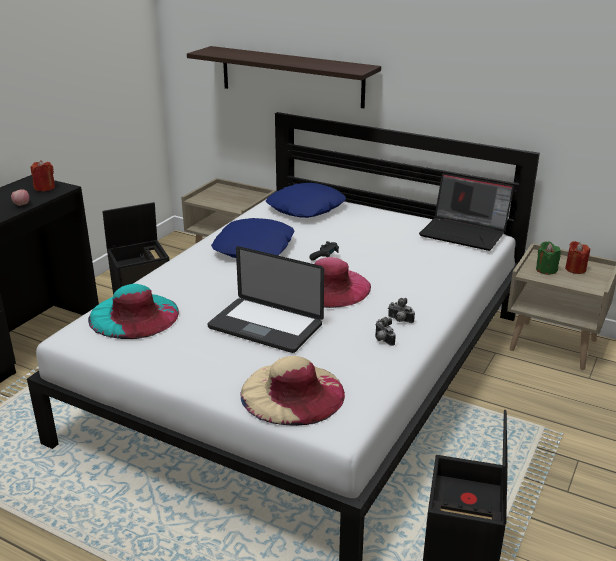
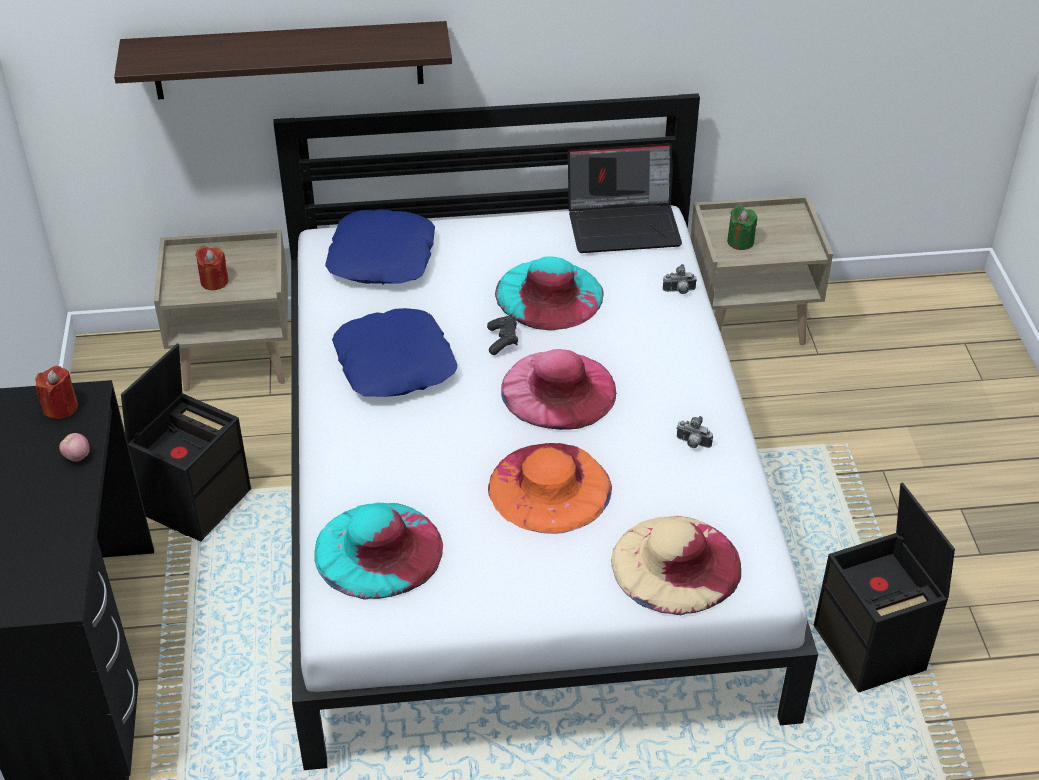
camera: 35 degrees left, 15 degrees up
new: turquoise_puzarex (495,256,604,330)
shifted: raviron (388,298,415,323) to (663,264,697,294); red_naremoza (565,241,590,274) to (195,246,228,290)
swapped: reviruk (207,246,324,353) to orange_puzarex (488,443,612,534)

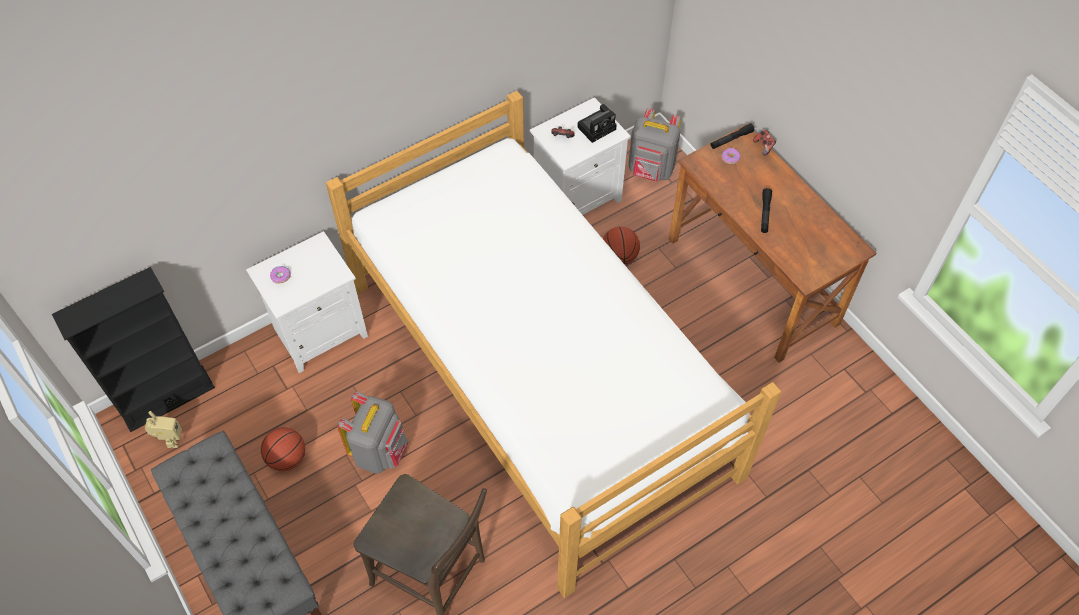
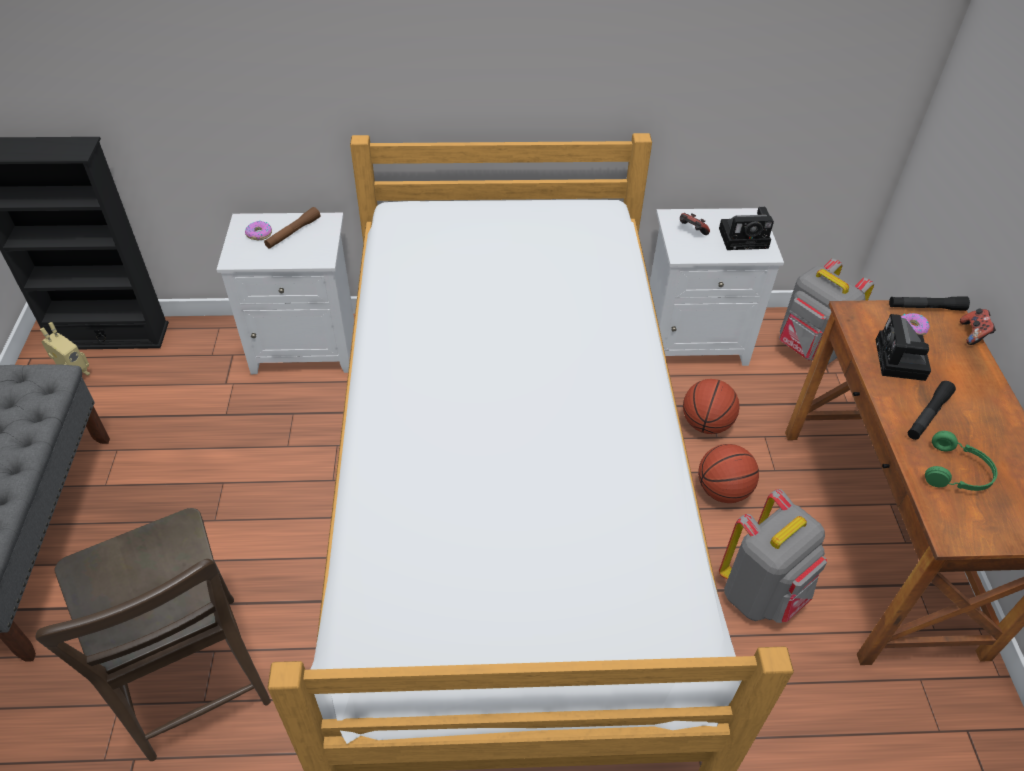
camera: 30 degrees right, 10 degrees down
new: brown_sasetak (264,207,320,249); raviron (876,314,931,381); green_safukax (925,431,997,491)
shifted: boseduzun (261,427,305,471) to (698,444,759,503); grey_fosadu (338,392,408,474) to (719,489,827,623)

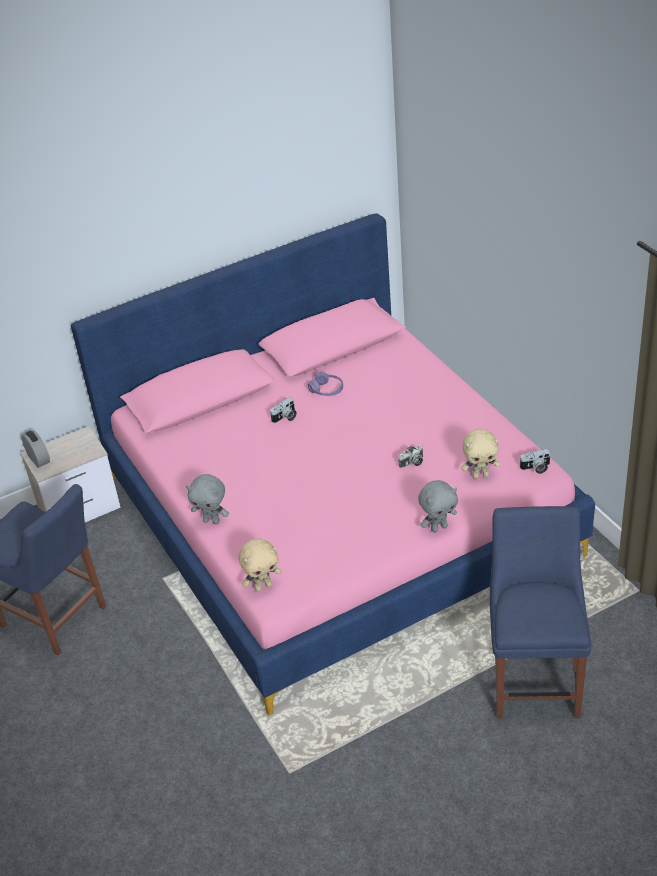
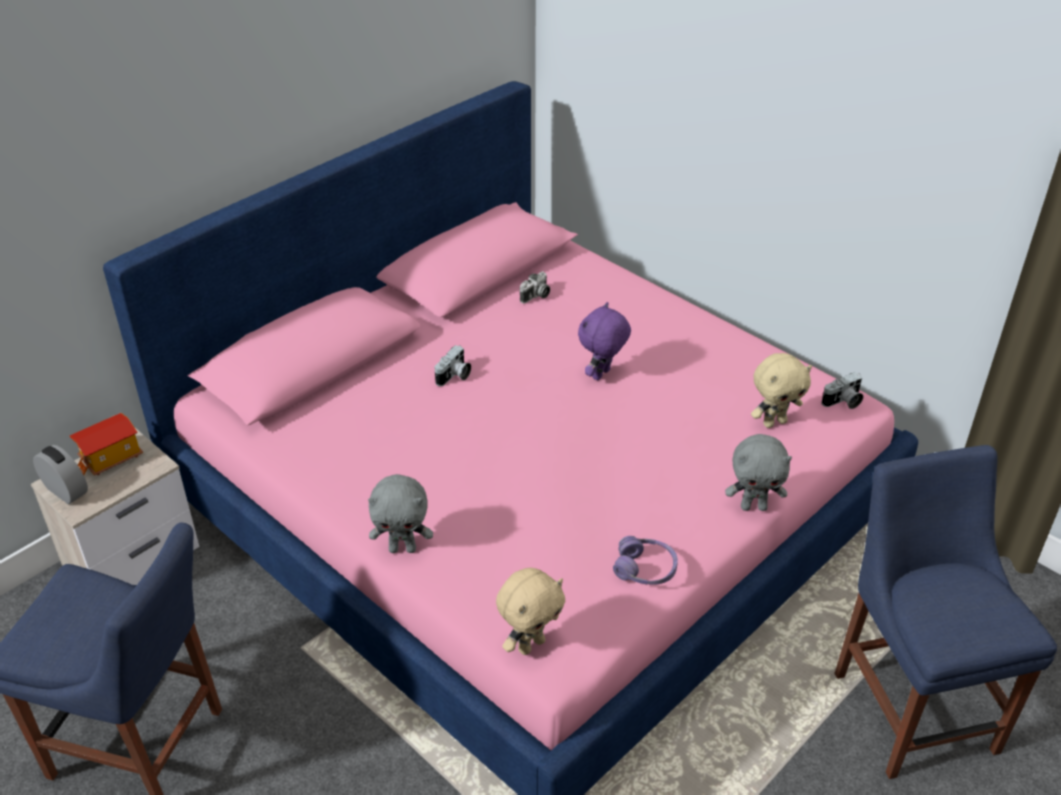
camera: 20 degrees left, 0 degrees up
new: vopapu (70,413,143,475); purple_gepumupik (578,302,631,381)
shifted: purple_safukax (308,371,343,396) to (613,536,678,585); raviron (398,445,423,468) to (520,271,550,303)
rotated: grey_gepumupik (418,480,458,533) = (725,434,792,511) 45 degrees clockwise

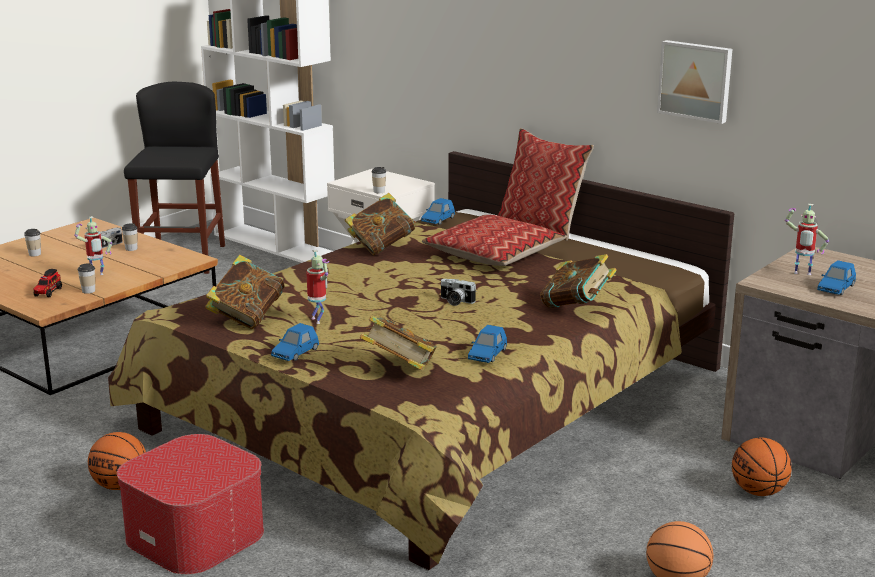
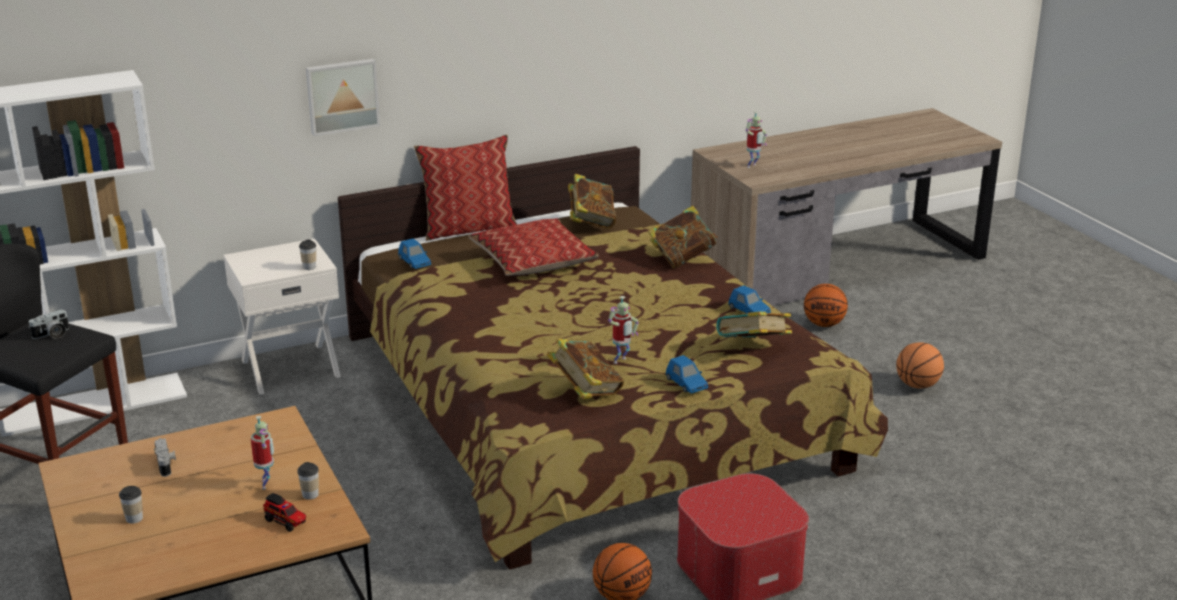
camera: 65 degrees left, 5 degrees up
gone: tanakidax (122,223,138,251); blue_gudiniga (817,260,856,295)
shifted: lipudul (345,193,417,255) to (568,174,616,229); raviron (440,279,476,306) to (28,309,69,339); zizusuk (657,40,732,124) to (306,59,380,136)
rotated: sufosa (306,249,329,324) = (608,296,639,364) 135 degrees clockwise

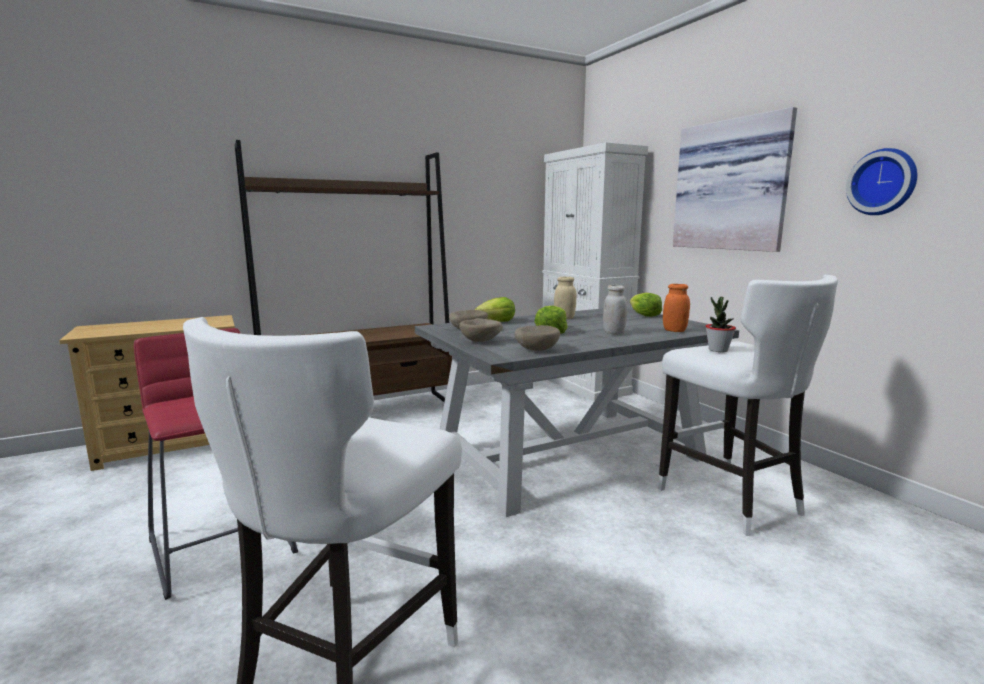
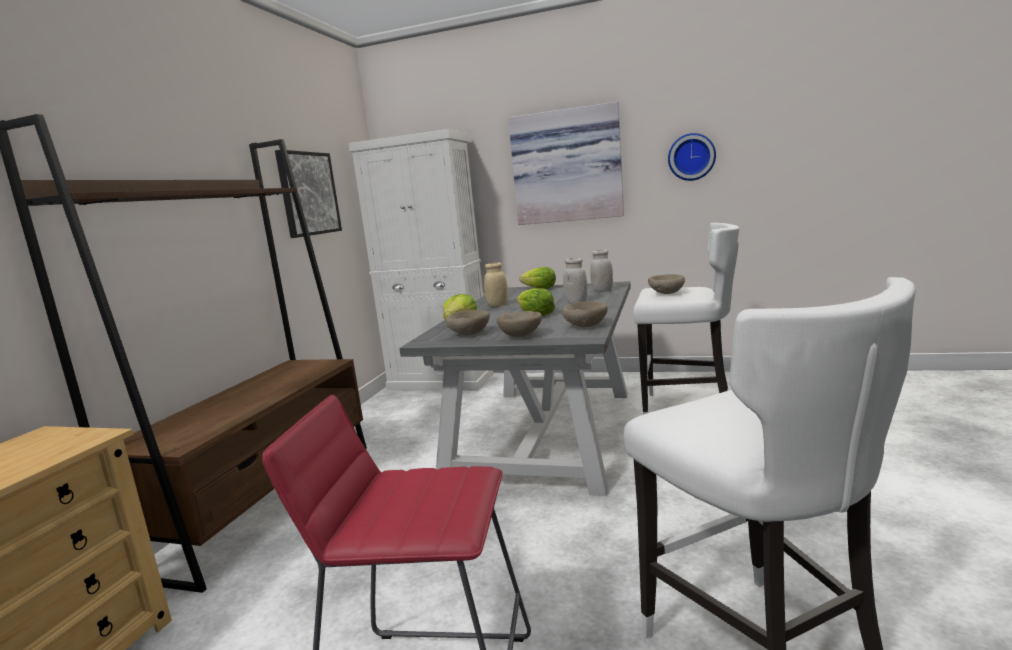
camera: 45 degrees left, 0 degrees up
new: zizusuk (275,150,342,238)
swapped: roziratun (705,297,736,352) to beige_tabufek (648,274,685,294)
repainted: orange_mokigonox (663,284,690,332) to white_mokigonox (590,249,613,292)

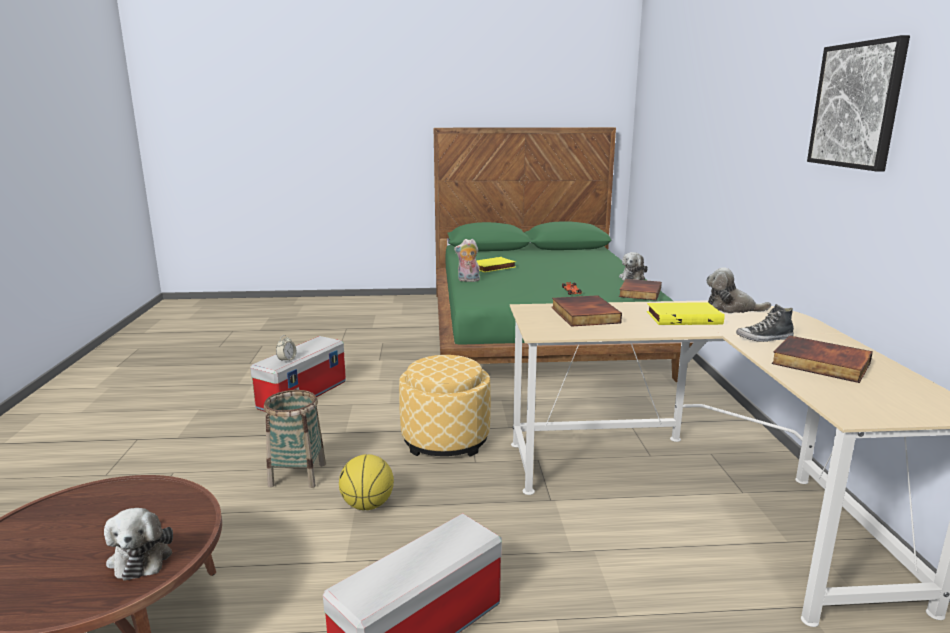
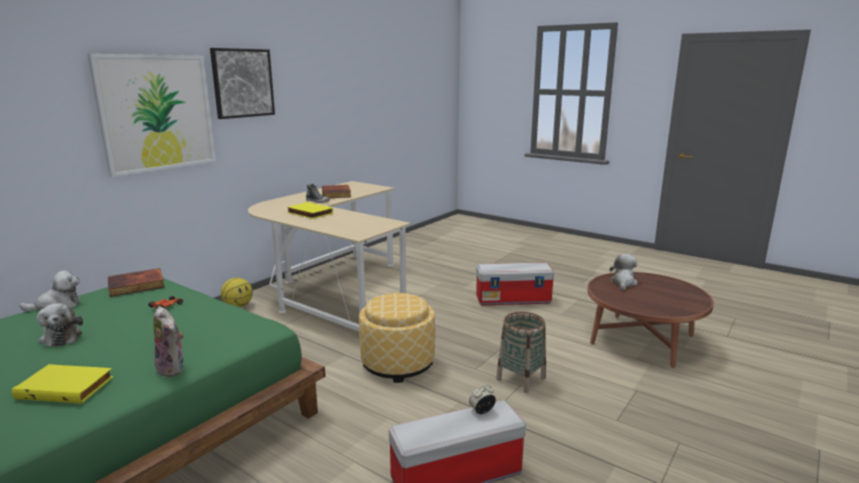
camera: 140 degrees left, 0 degrees up
gone: lipudul (552,295,622,327)
new: zizusuk (87,54,216,177)
shifted: boseduzun (339,454,394,510) to (220,278,253,307); gepumupik (706,267,771,313) to (37,303,83,347)

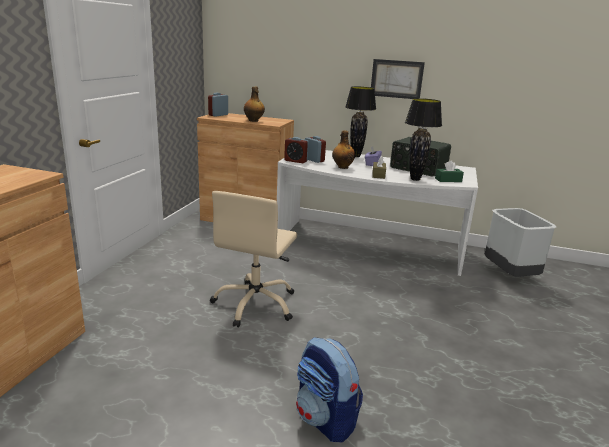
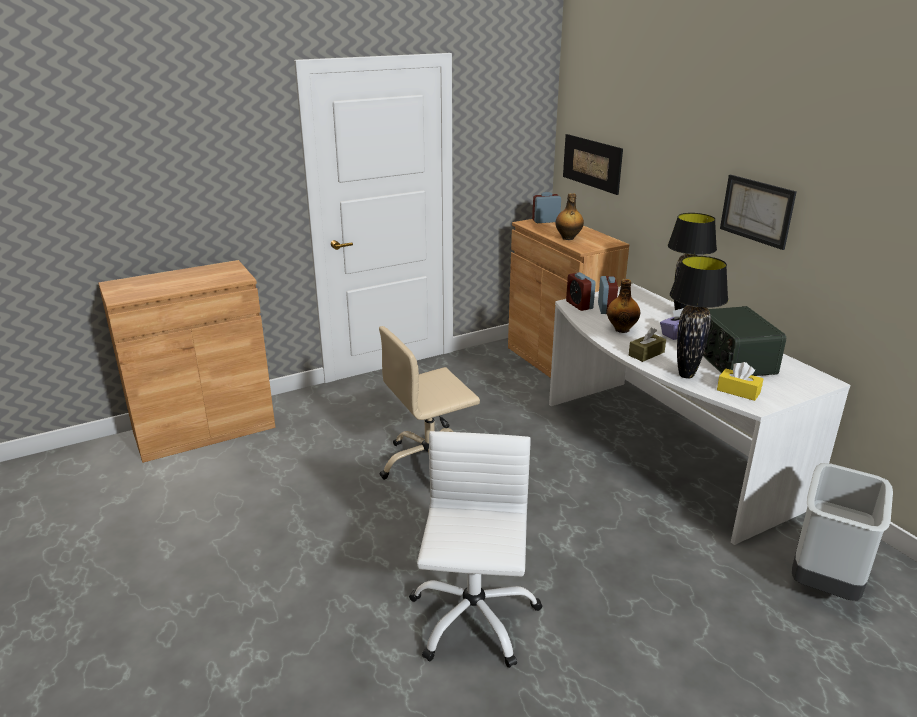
camera: 45 degrees right, 5 degrees up
gone: fosadu (296,337,363,442)
new: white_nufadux (409,431,542,668); zizusuk (563,134,623,195)
repainted: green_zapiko (435,160,464,182) to yellow_zapiko (717,362,763,401)

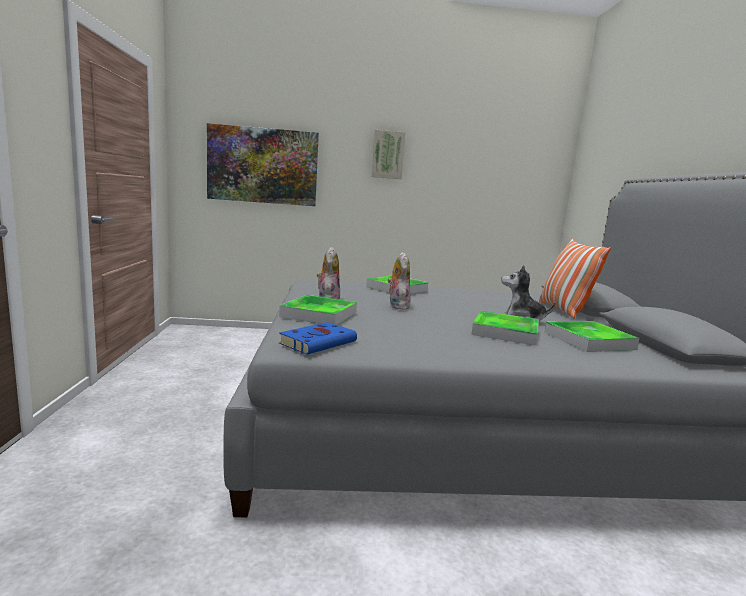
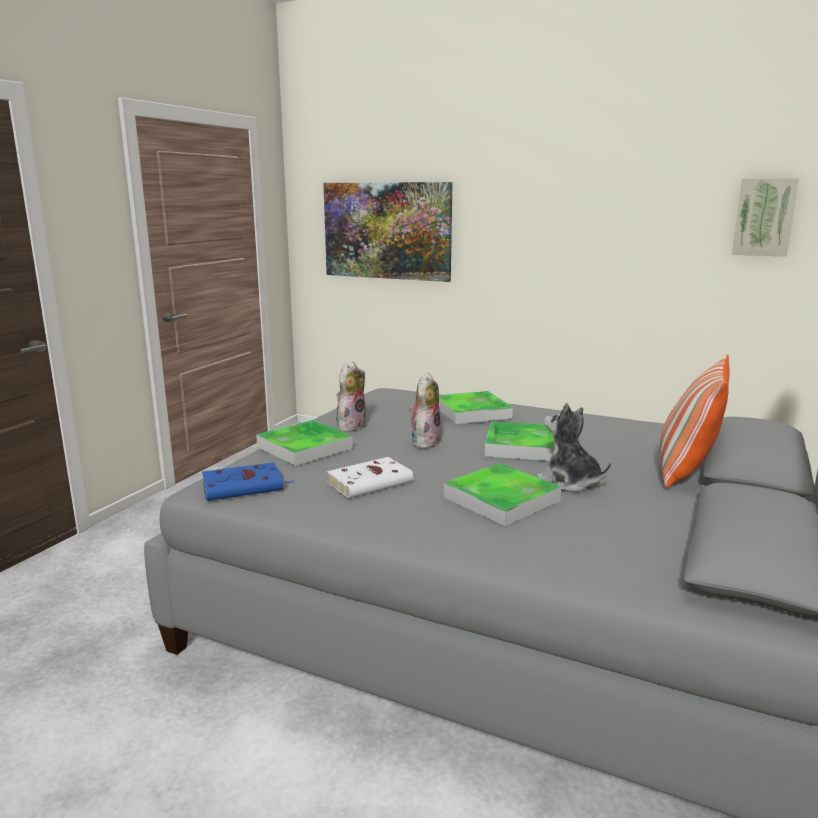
camera: 30 degrees right, 5 degrees up
new: white_lipudul (327,457,415,498)
shifted: zizusuk (371,130,406,179) to (732,178,799,257); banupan (545,321,639,352) to (485,421,554,461)

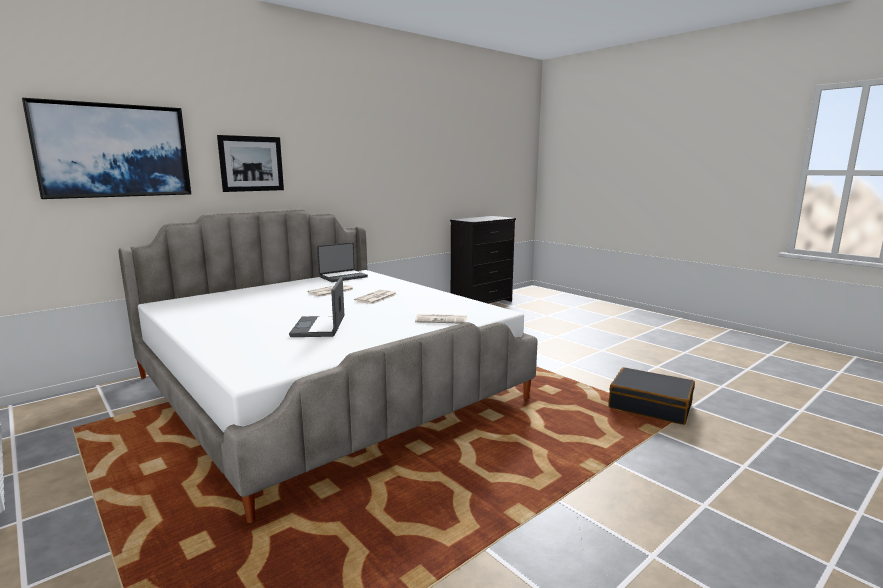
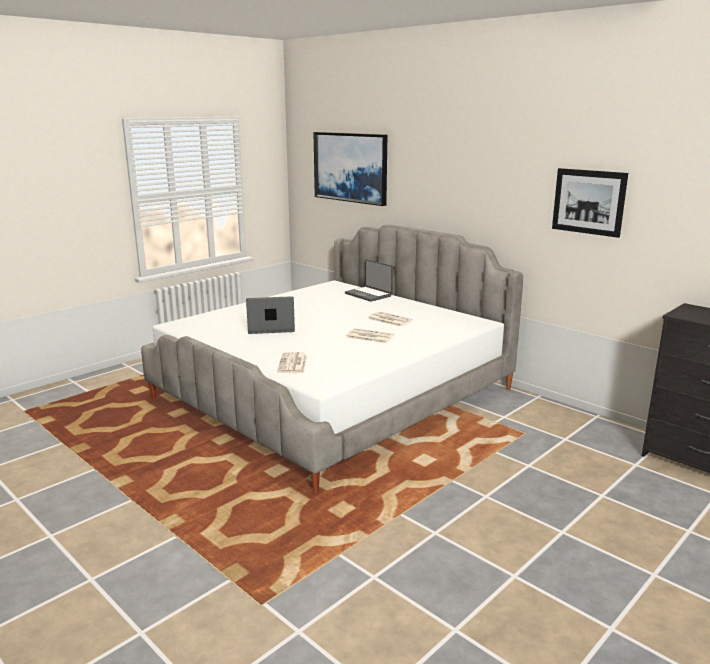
camera: 85 degrees right, 5 degrees up
gone: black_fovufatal (608,367,695,425)
shifted: zizusuk (217,135,284,192) to (552,168,628,238); reviruk (317,243,368,282) to (345,259,393,302)

